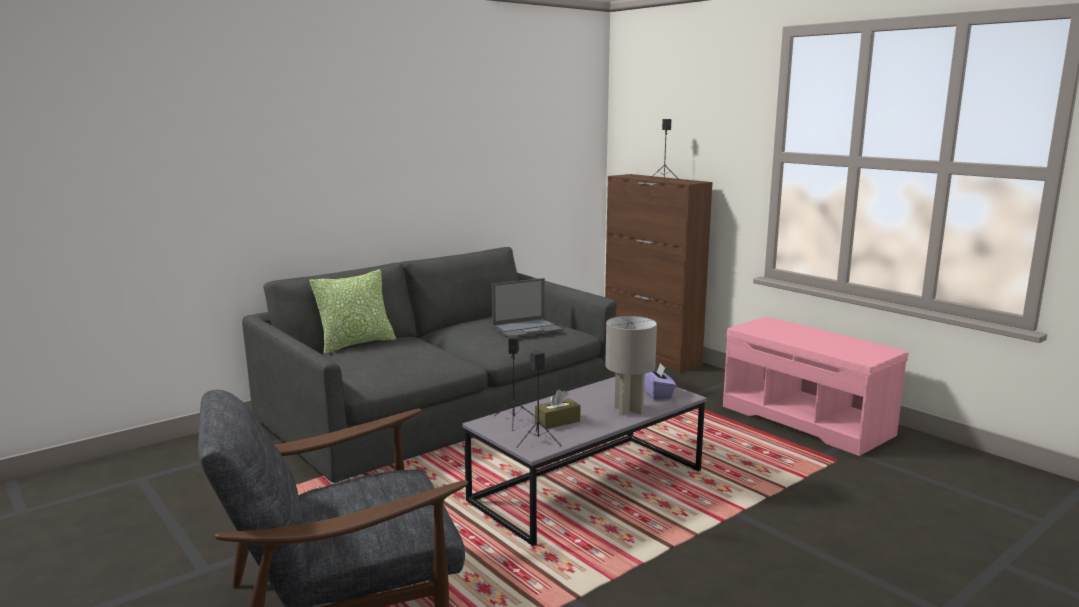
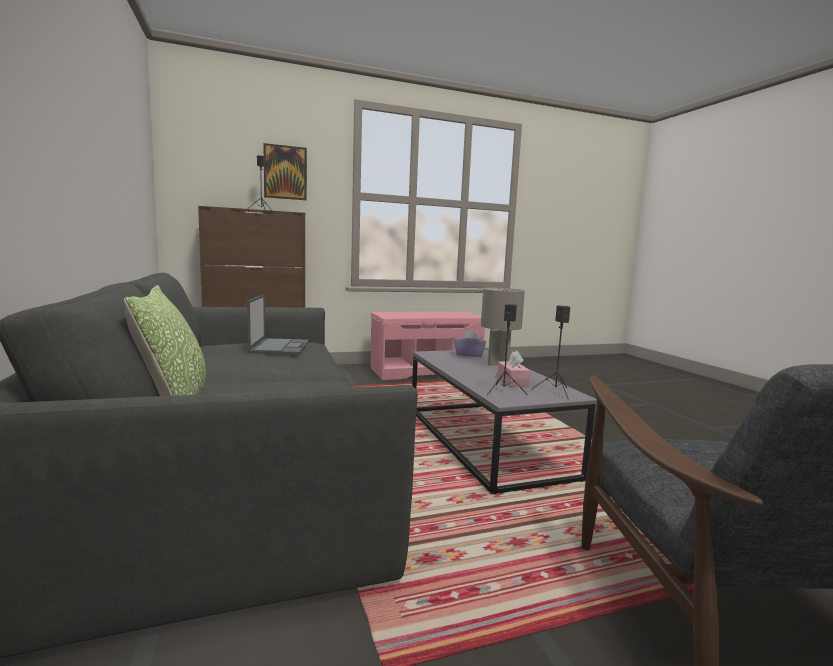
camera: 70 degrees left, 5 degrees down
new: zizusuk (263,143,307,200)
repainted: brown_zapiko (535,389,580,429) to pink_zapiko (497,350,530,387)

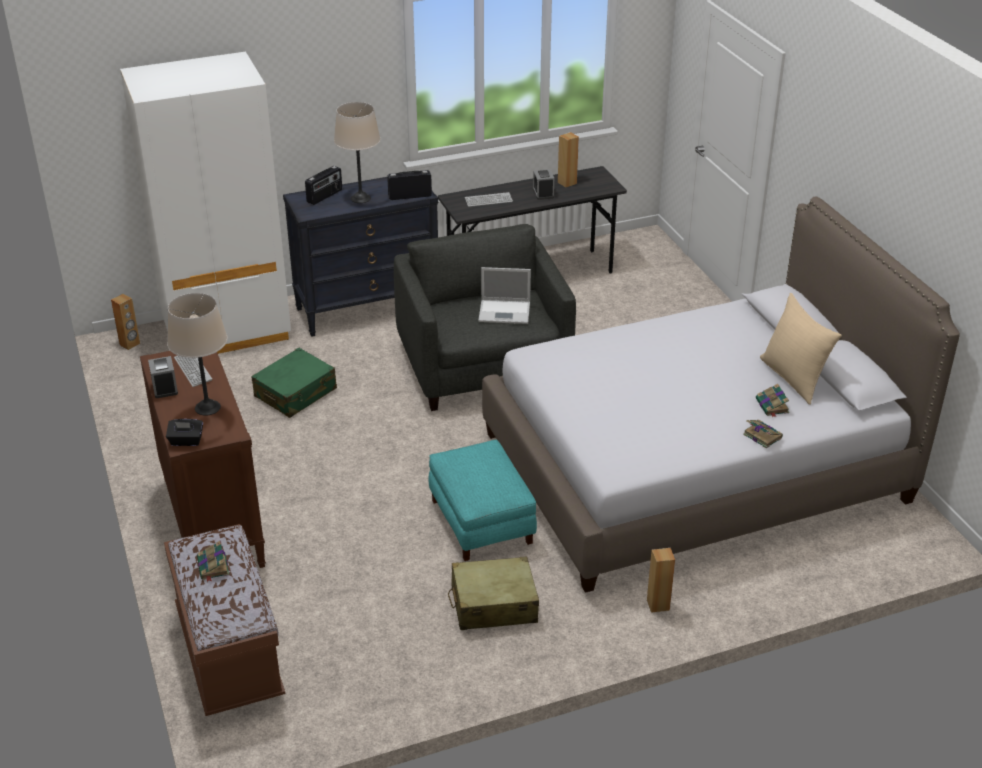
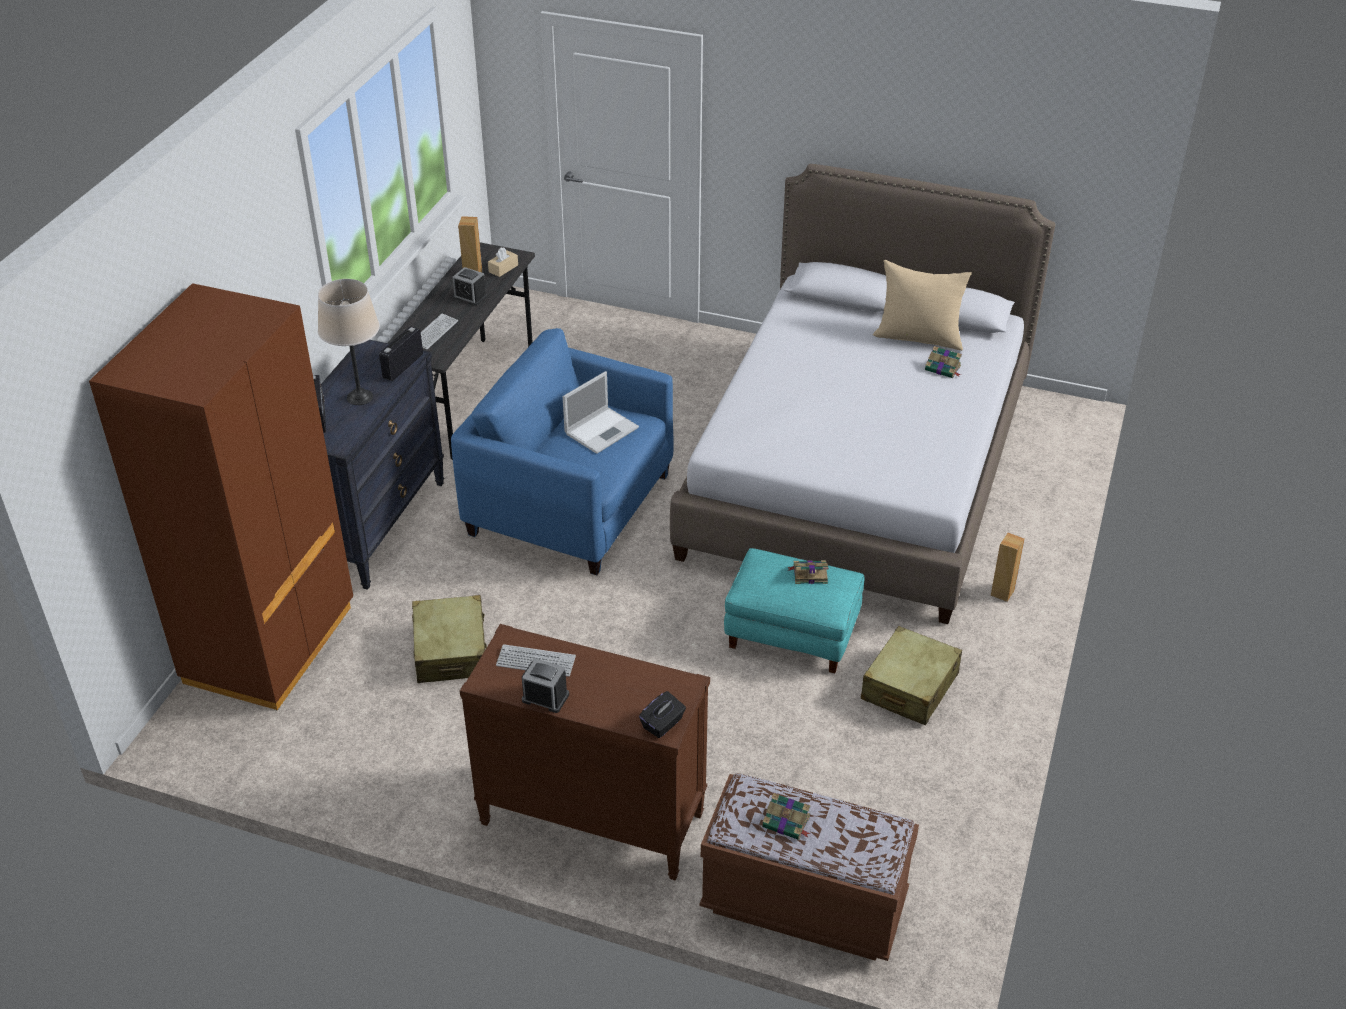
camera: 50 degrees left, 5 degrees up
gone: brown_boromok (111,294,140,350); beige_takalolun (167,293,228,416)
new: beige_zapiko (488,247,518,277)
shifted: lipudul (743,420,783,448) to (787,561,829,584)
repainted: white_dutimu (120,52,291,354) to brown_dutimu (89,283,353,710); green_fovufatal (251,348,337,418) to beige_fovufatal (412,595,487,683); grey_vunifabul (394,224,576,411) to blue_vunifabul (451,328,674,575)

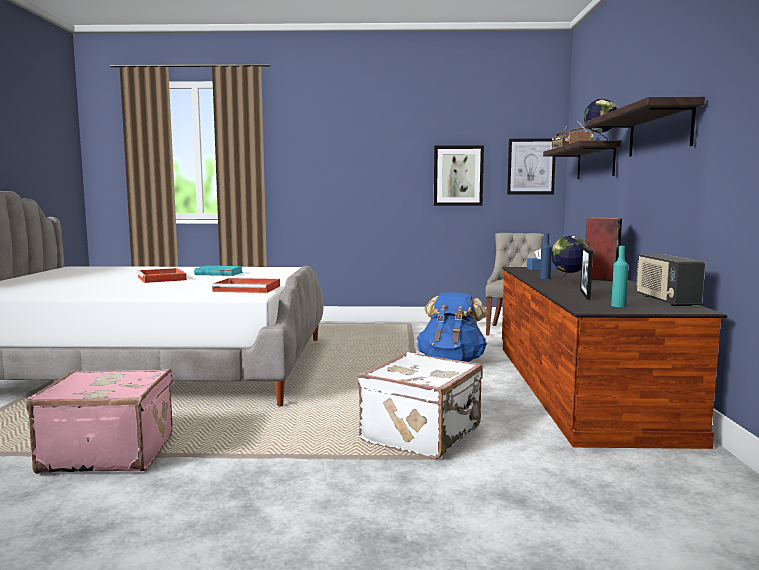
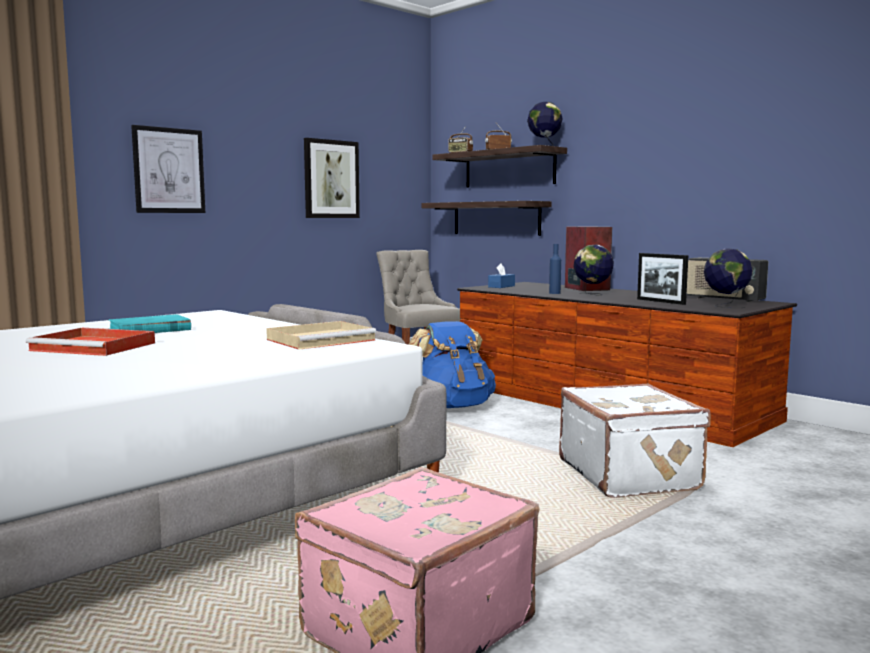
camera: 45 degrees left, 0 degrees up
shifted: zizusuk (507,139,556,194) to (131,125,205,213); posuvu (585,97,705,157) to (422,201,552,236)
swapped: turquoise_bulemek (611,246,629,307) to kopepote (704,248,753,308)
repainted: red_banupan (212,278,280,293) to beige_banupan (266,321,377,350)

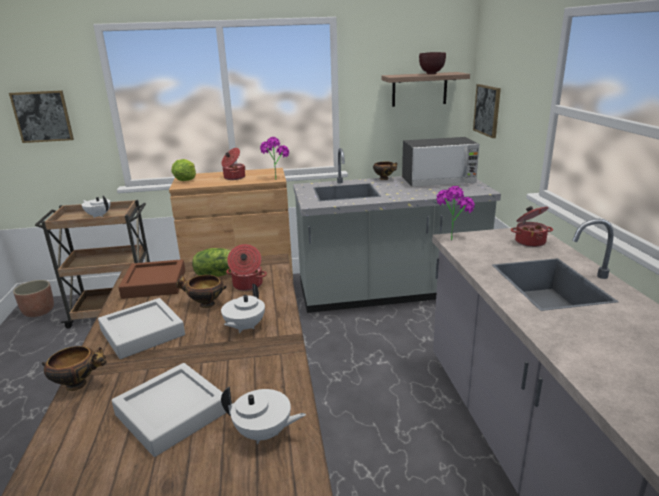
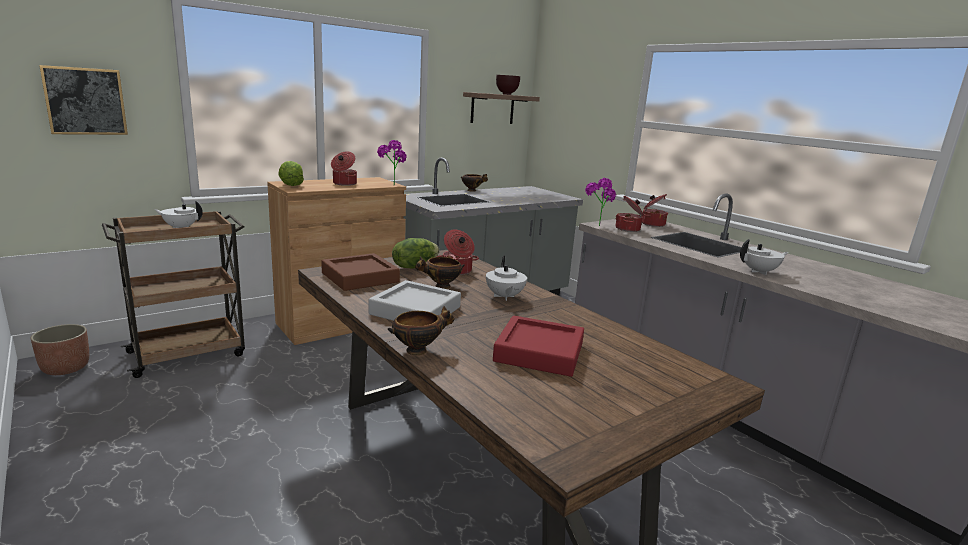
camera: 30 degrees left, 5 degrees down
gone: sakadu (402,137,479,187); zizusuk (473,84,501,138)
new: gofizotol (615,196,644,232)
shifted: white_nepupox (221,386,306,444) to (740,239,788,275)
repainted: grey_banupan (112,363,227,457) to red_banupan (493,316,584,377)

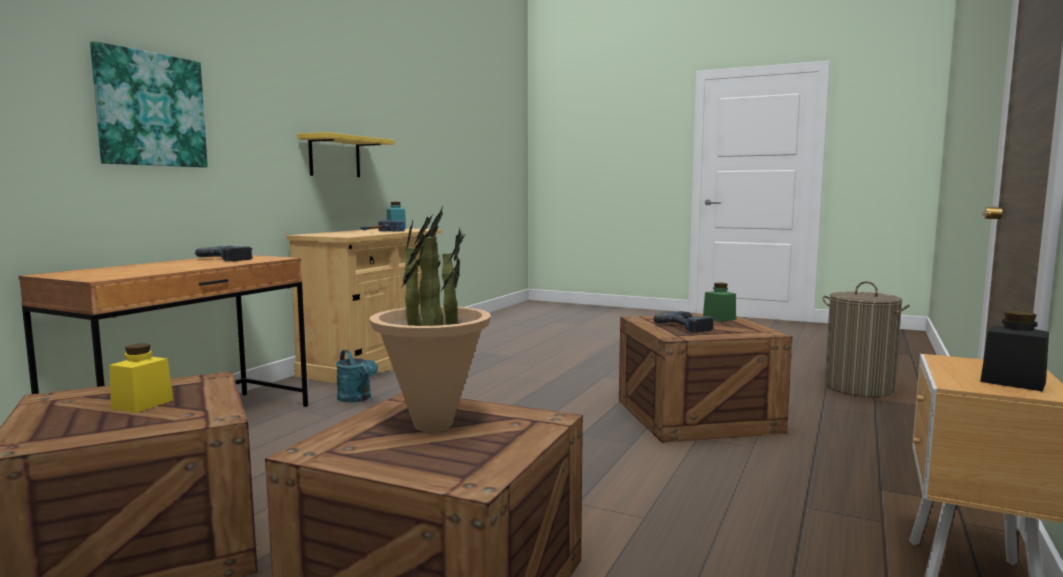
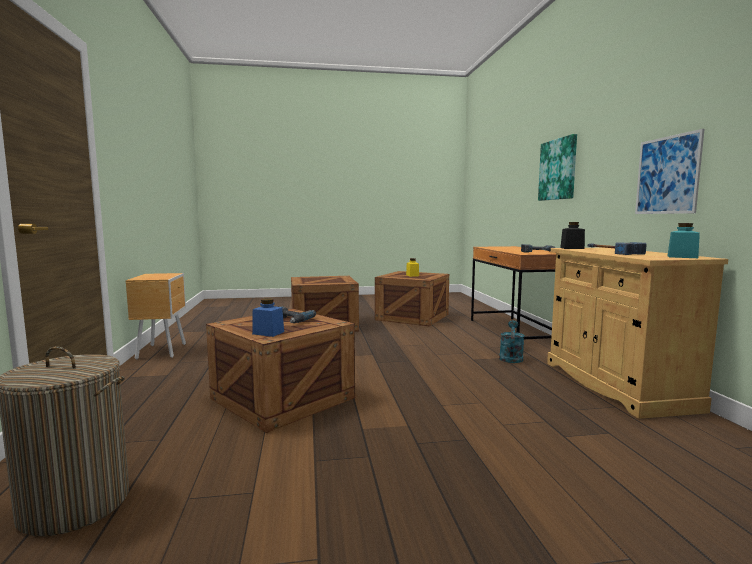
camera: 145 degrees right, 0 degrees up
gone: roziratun (369,206,491,432)
shifted: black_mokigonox (980,311,1049,392) to (560,222,585,249)
swapped: yellow_posuvu (297,132,395,177) to zizusuk (635,129,704,214)
repainted: green_mokigonox (703,283,736,322) to blue_mokigonox (252,298,284,337)
rotated: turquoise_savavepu (336,350,378,403) = (499,320,524,363) 90 degrees clockwise

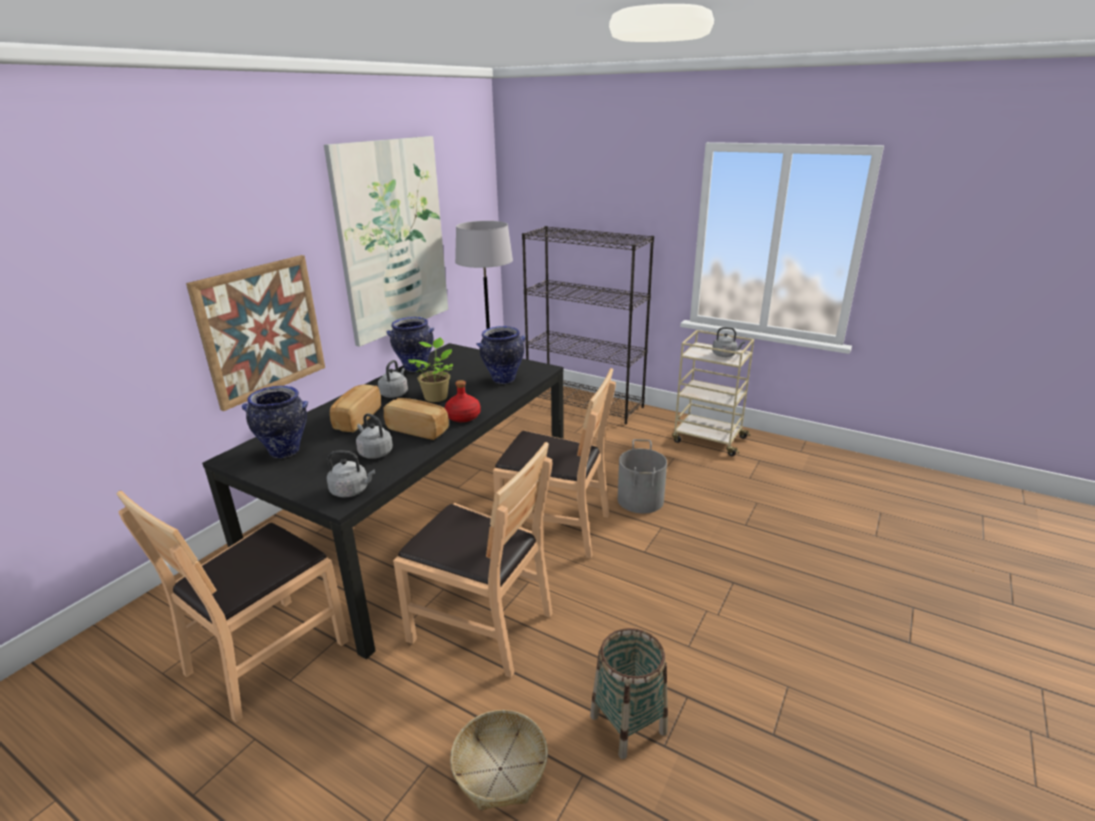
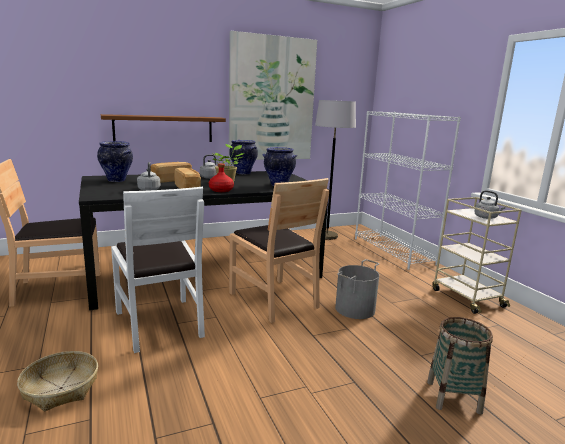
camera: 35 degrees right, 10 degrees down
gone: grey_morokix (327,451,375,498)
shifted: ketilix (590,628,668,759) to (427,317,493,414)
swapped: zizusuk (186,255,325,411) to brown_posuvu (101,114,226,142)
repainted: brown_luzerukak (393,442,553,678) to white_luzerukak (111,187,205,353); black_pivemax (522,226,654,424) to white_pivemax (355,111,461,270)

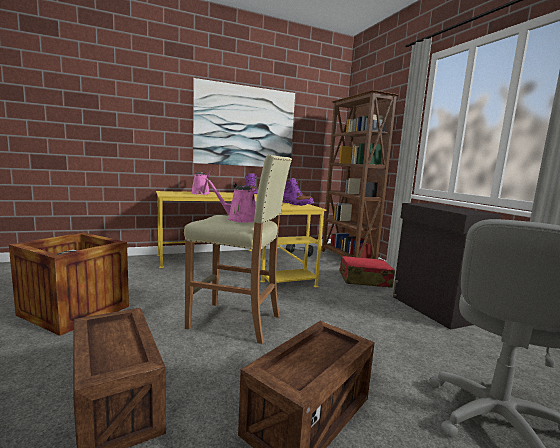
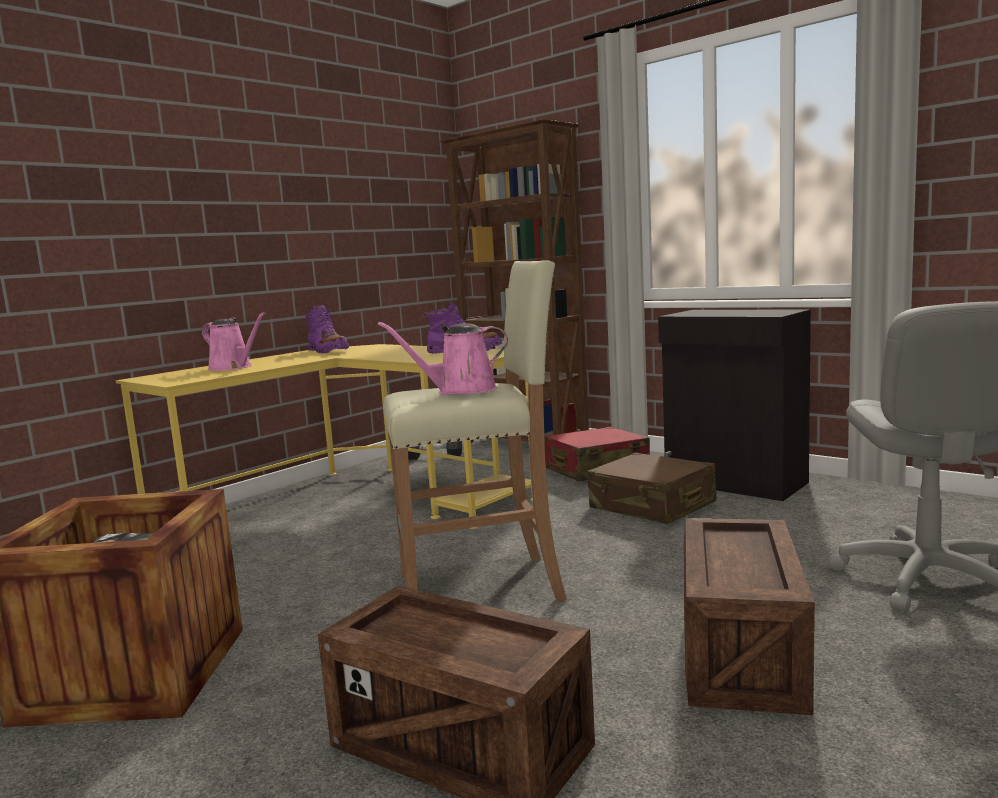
camera: 25 degrees left, 0 degrees up
gone: zizusuk (193,78,295,168)
new: brown_fovufatal (587,453,716,524)

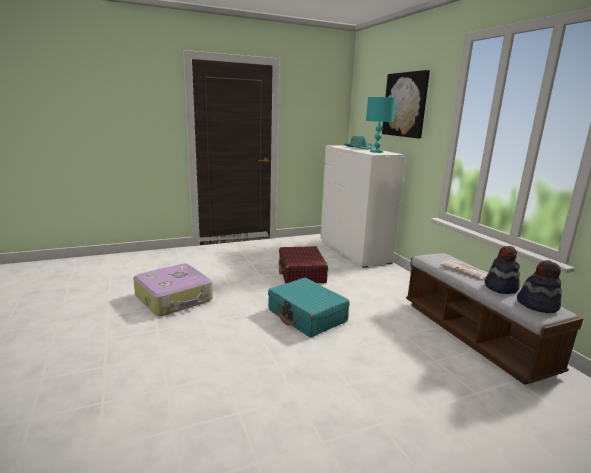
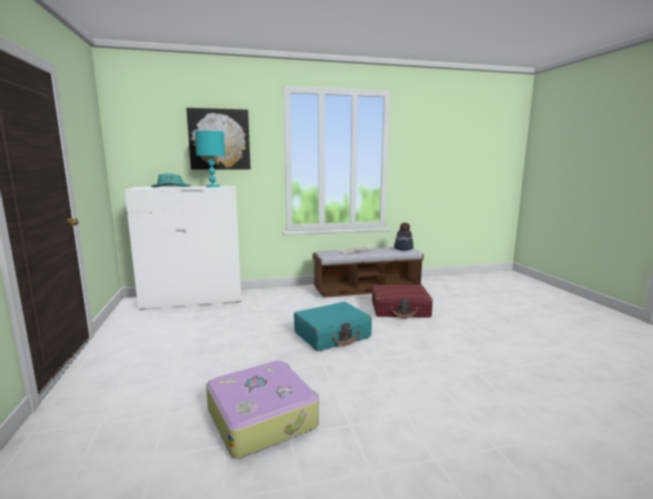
camera: 80 degrees left, 5 degrees down
gone: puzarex (485,246,520,294)
shifted: red_fovufatal (279,246,328,284) to (372,285,433,318)

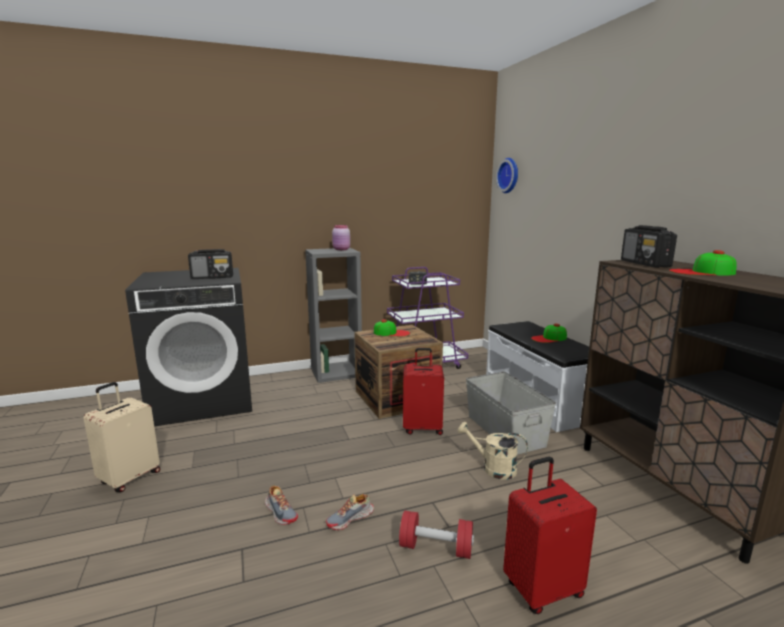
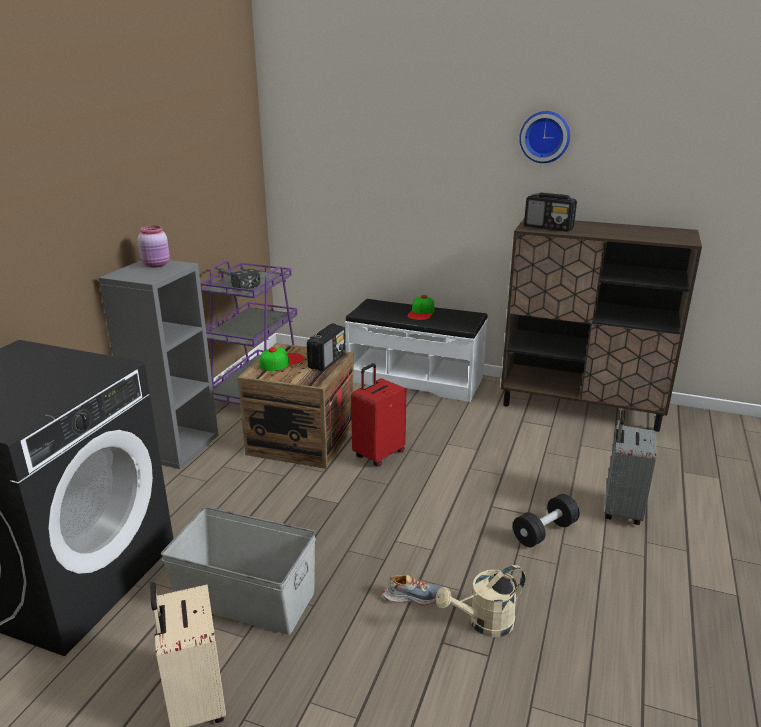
camera: 50 degrees left, 10 degrees up
gone: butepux (326,494,374,530); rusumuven (669,250,737,275)
shifted: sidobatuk (188,249,233,279) to (307,323,346,371); beige_savavepu (457,422,528,480) to (436,565,526,637); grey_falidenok (466,372,556,455) to (161,507,316,635); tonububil (496,158,518,193) to (519,111,570,163)
repainted: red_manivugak (399,511,474,559) to black_manivugak (513,494,580,547); red_fovufatal (503,457,597,614) to grey_fovufatal (604,410,657,525)

